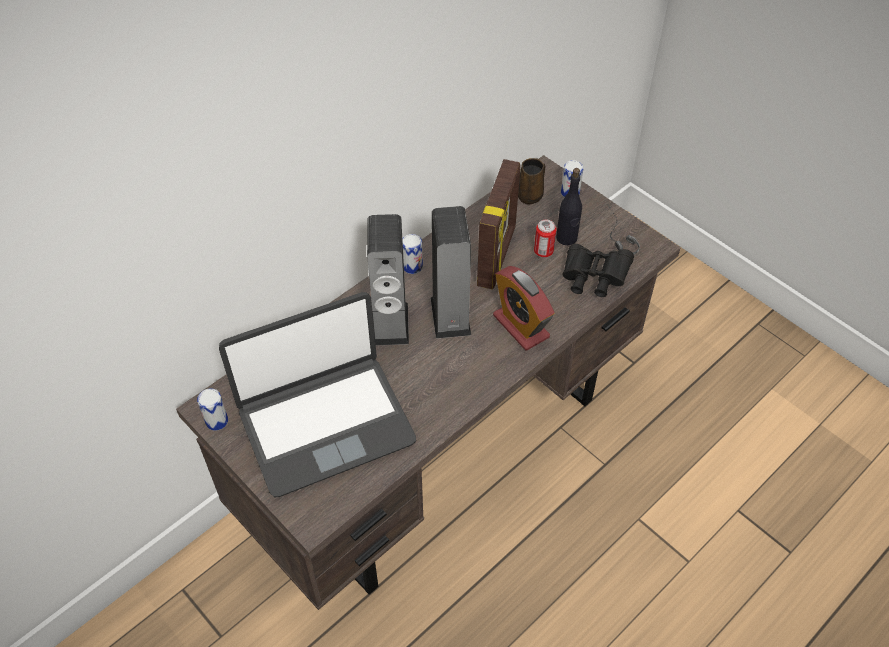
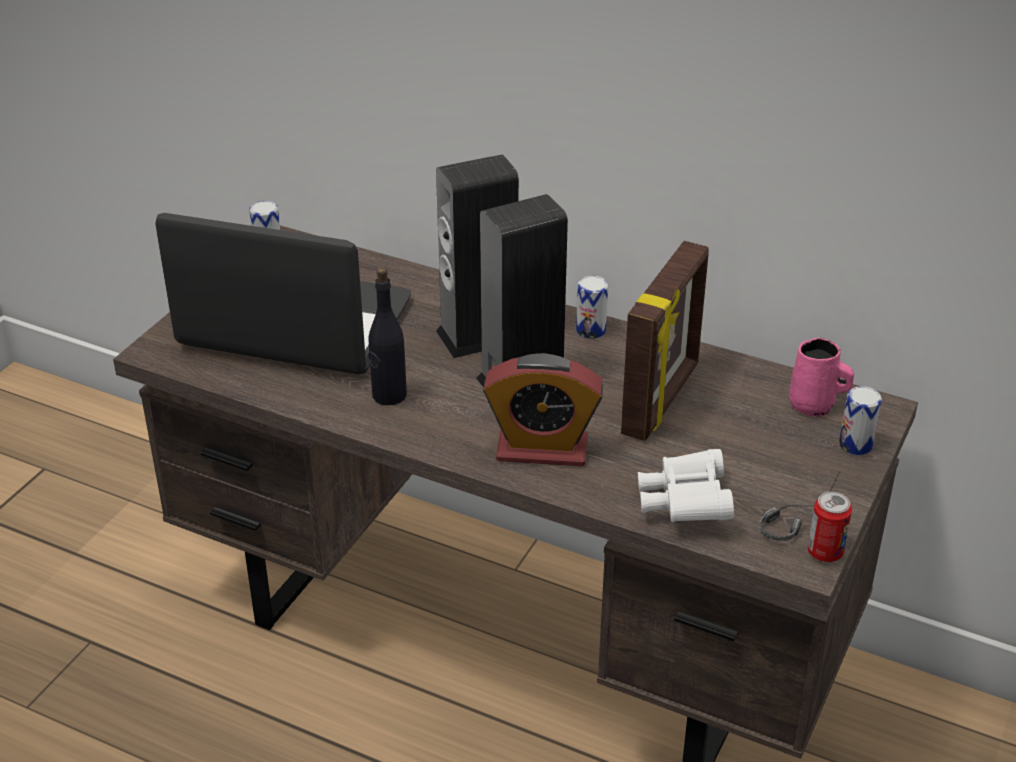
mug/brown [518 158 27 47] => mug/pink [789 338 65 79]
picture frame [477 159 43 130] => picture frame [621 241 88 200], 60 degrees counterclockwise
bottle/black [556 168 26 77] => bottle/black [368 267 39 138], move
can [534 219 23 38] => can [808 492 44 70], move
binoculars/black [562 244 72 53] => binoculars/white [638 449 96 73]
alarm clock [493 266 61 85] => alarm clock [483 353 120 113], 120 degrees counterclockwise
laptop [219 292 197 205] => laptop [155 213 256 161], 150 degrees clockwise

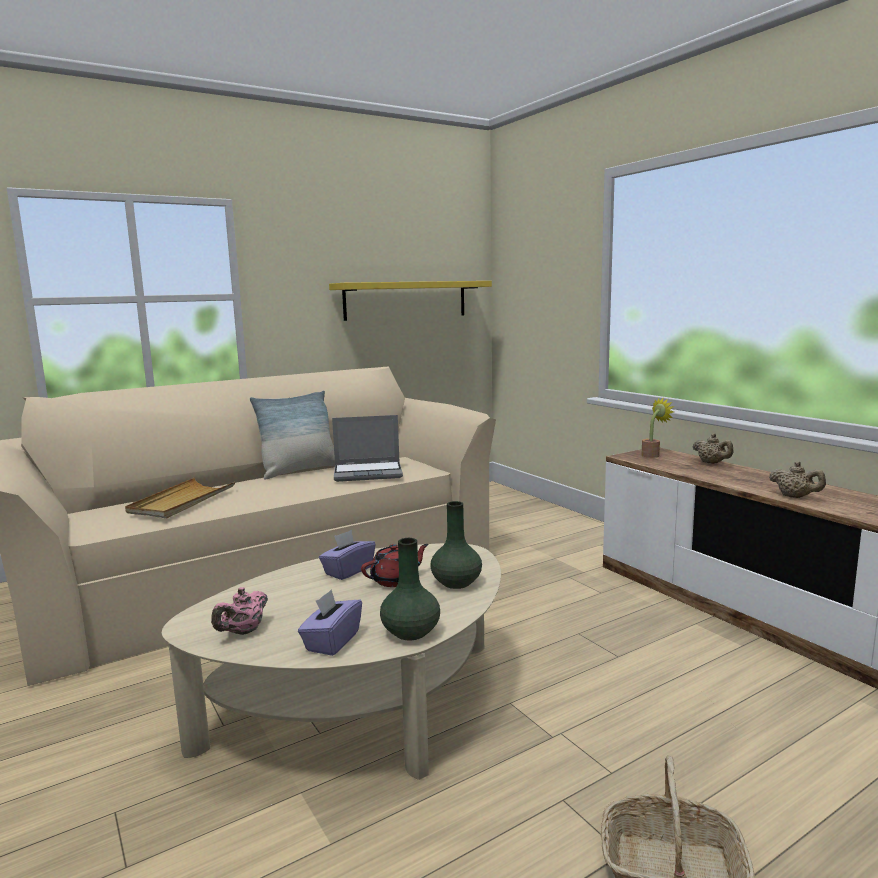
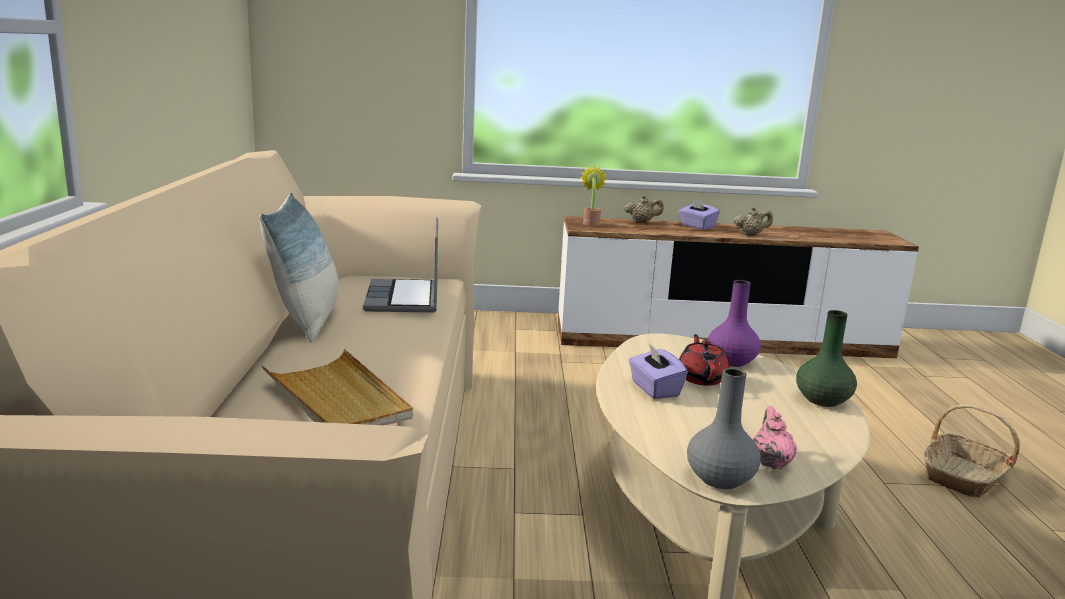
shelf/yellow [329 281 163 40] => nothing
laptop [332 415 71 67] => laptop [363 217 75 95], 150 degrees clockwise
vase/green [430 501 52 88] => vase/purple [708 280 53 87]
teapot/pink [211 587 57 48] => teapot/pink [753 406 44 63], 150 degrees counterclockwise
tissue box/purple [298 589 64 67] => tissue box/purple [679 198 41 32], move
nothing => vase/grey [687 368 74 121]

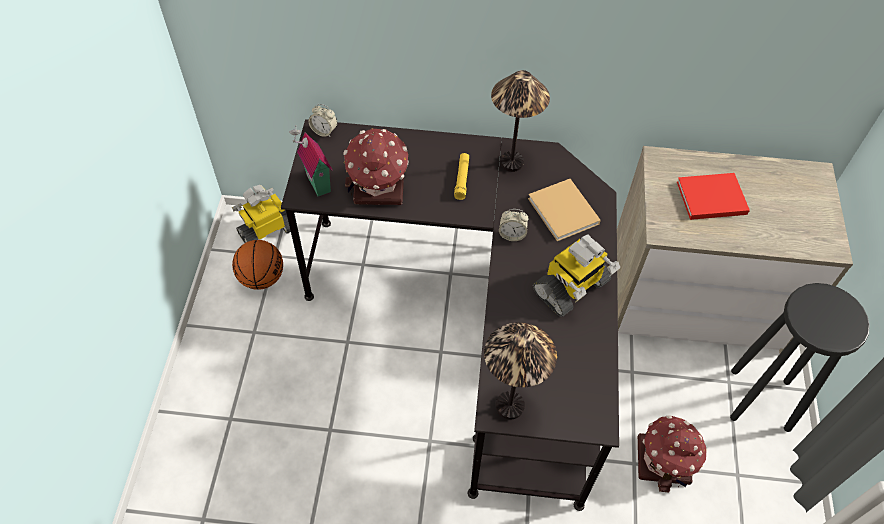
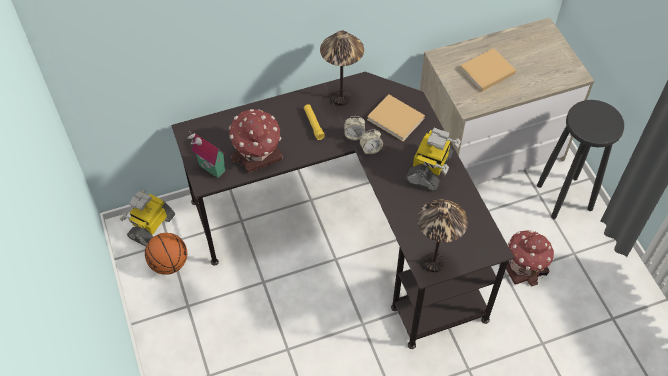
alarm clock [308 104 29 33] => alarm clock [344 116 22 24], move
book/red [677 173 73 47] => book/beige [460 48 56 44]

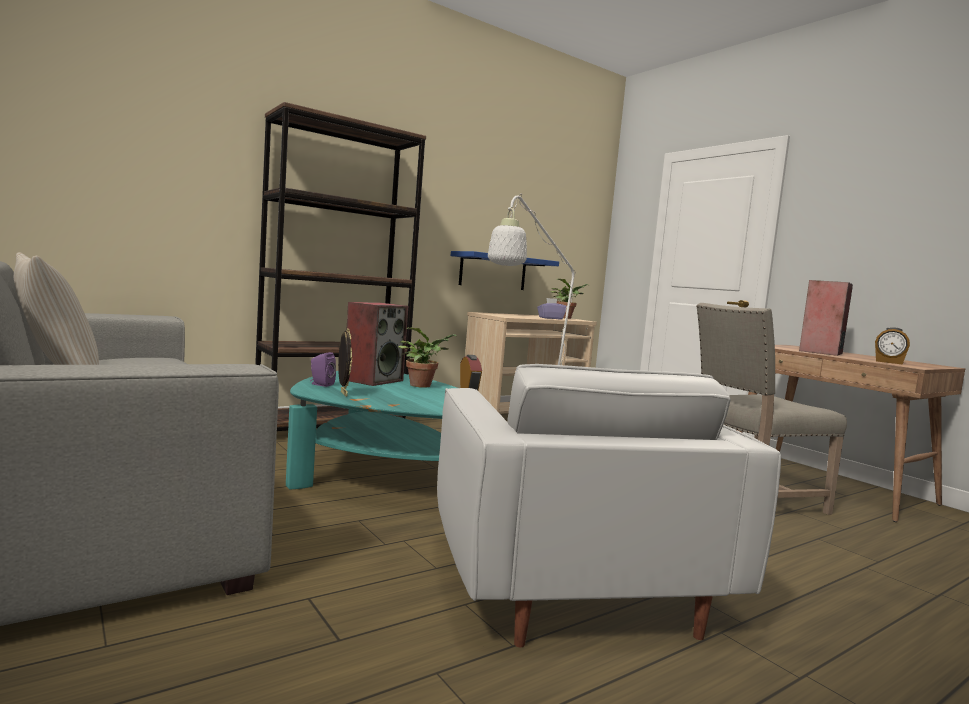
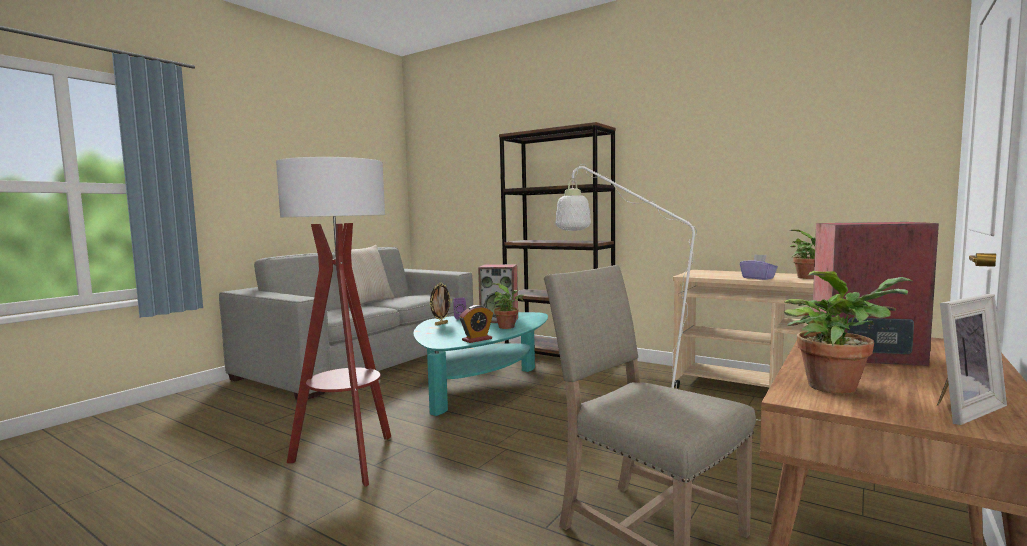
shelf/blue [451 251 108 39] => nothing
alarm clock [875 327 35 37] => potted plant [783 271 129 123]
armchair/white [437 364 344 283] => floor lamp [276 157 115 329]
nothing => picture frame [937 294 70 131]

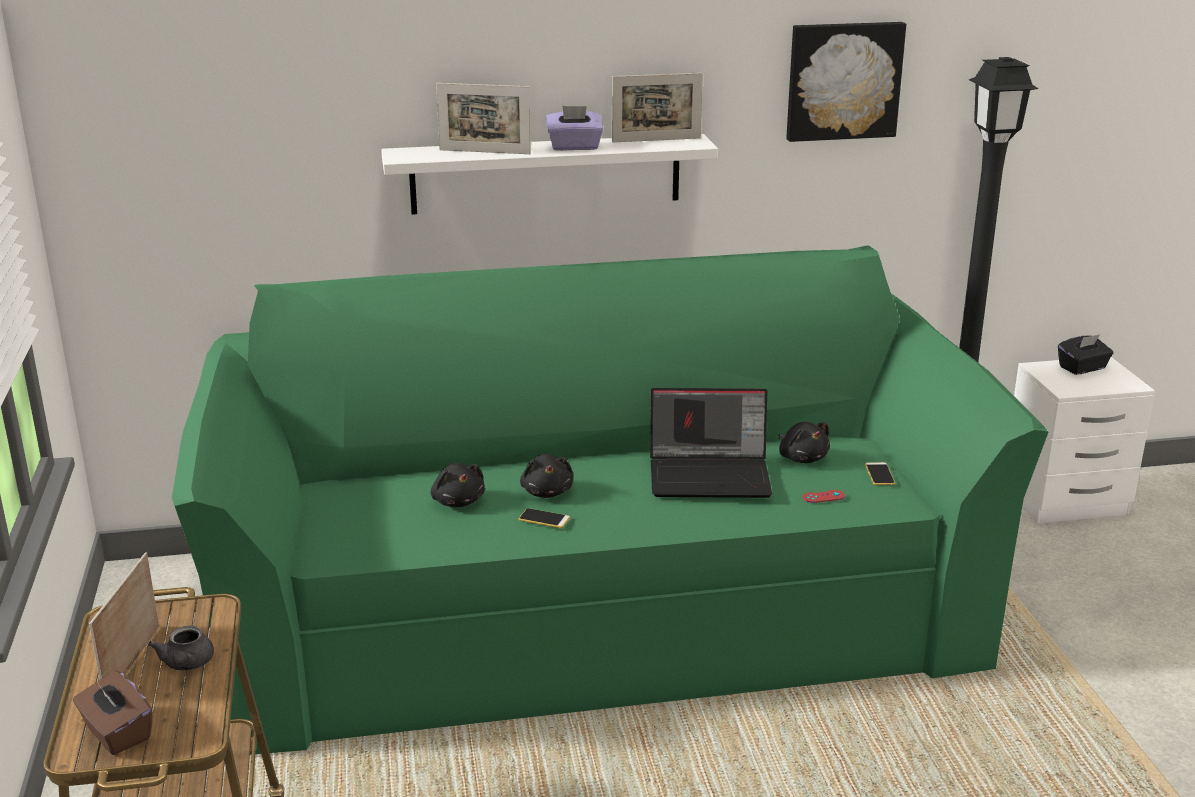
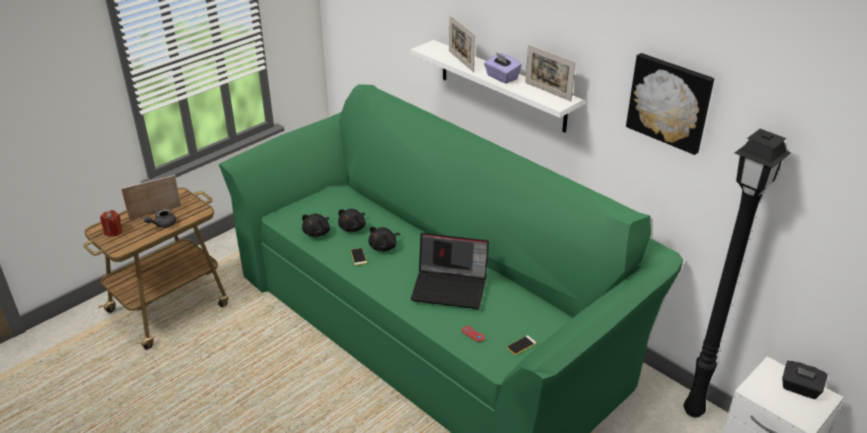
laptop [650 388 122 110] => laptop [411 233 78 76], 45 degrees counterclockwise
plush toy/black [778 422 52 41] => plush toy/black [302 214 28 23], move
tissue box/brown [73 671 79 84] => candle/red [100 210 22 27]

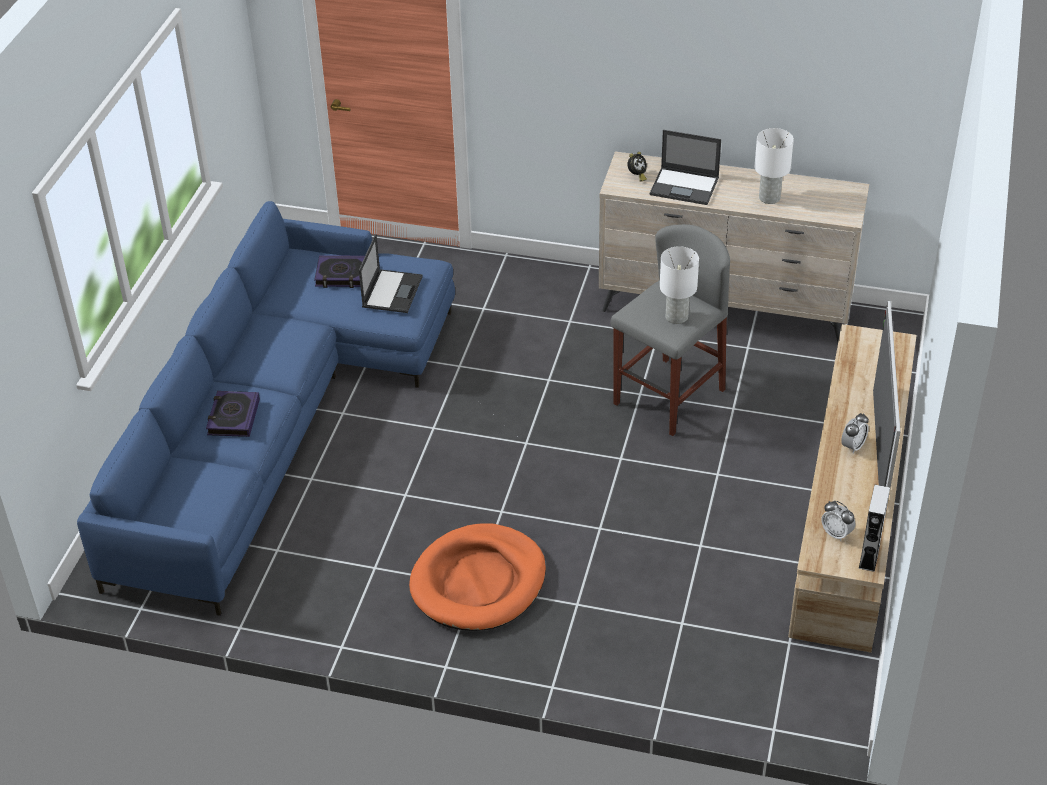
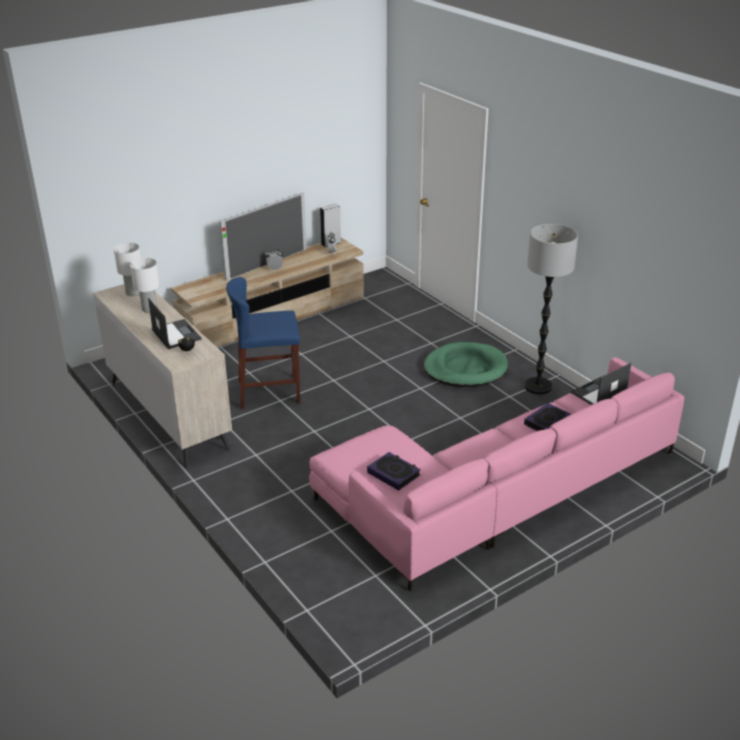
sofa/blue [77 201 378 415] => sofa/pink [309 357 375 234]
stool/grey [610 224 120 212] => stool/blue [226 277 74 132]
laptop [359 234 63 79] => laptop [571 363 60 42], move
table lamp/white [660 246 39 78] => table lamp/white [114 243 27 53], move
dog bed/orange [409 523 137 108] => dog bed/green [424 342 84 45]
nothing => floor lamp [525 224 53 171]

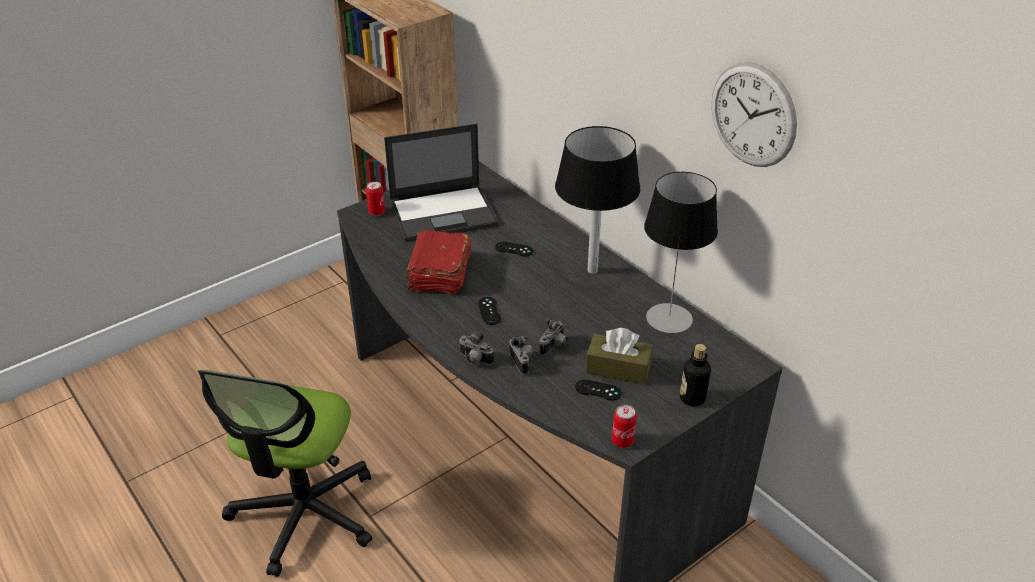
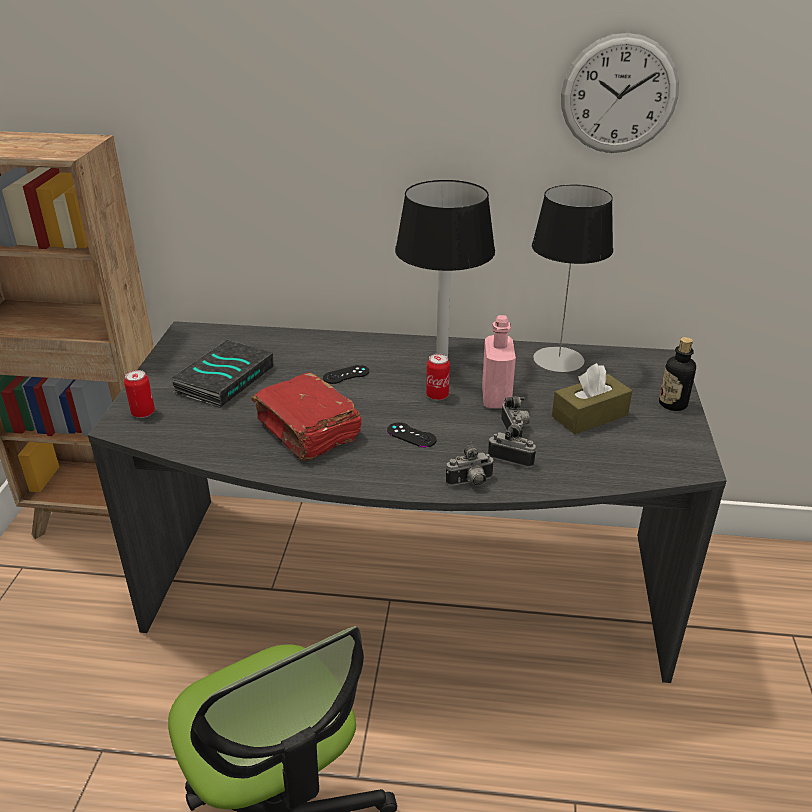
laptop [384 123 115 119] => book [170 339 104 69]
game controller/black [575 379 47 22] => nothing
can [612 405 25 43] => can [426 354 24 46], move
nothing => bottle/pink [482 315 34 94]

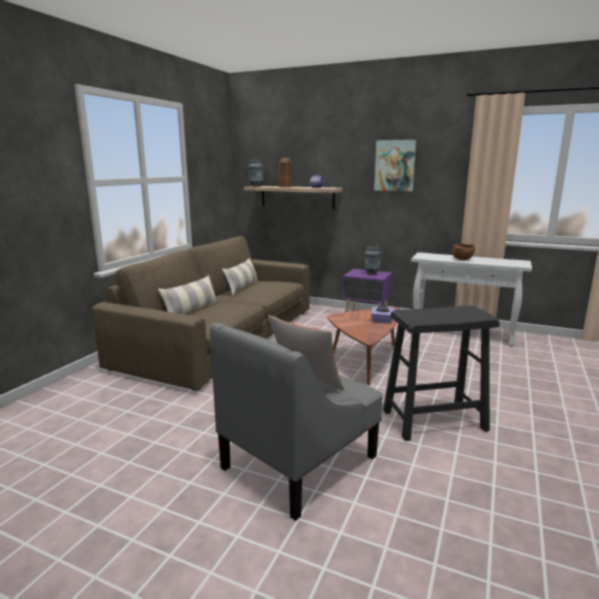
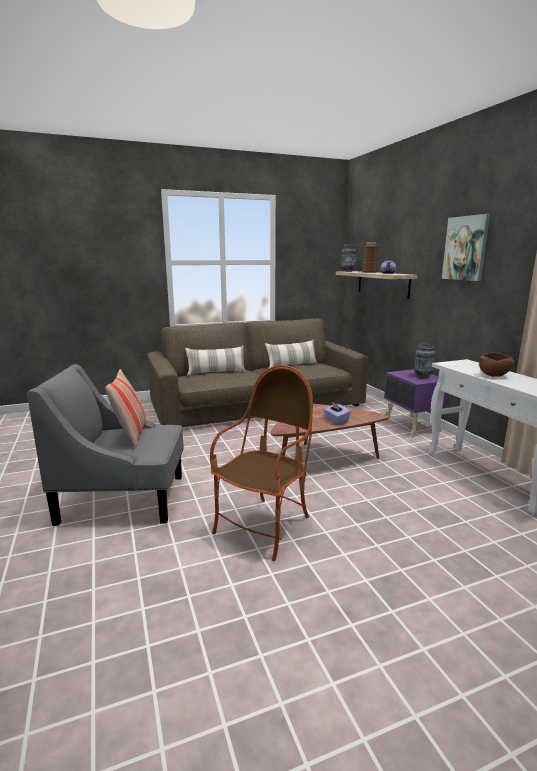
stool/black [383 305 117 136] => armchair [210 365 103 196]

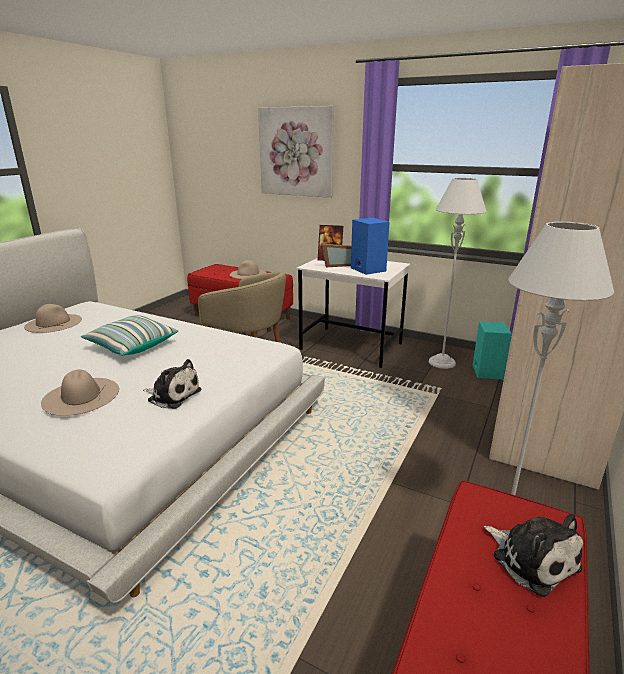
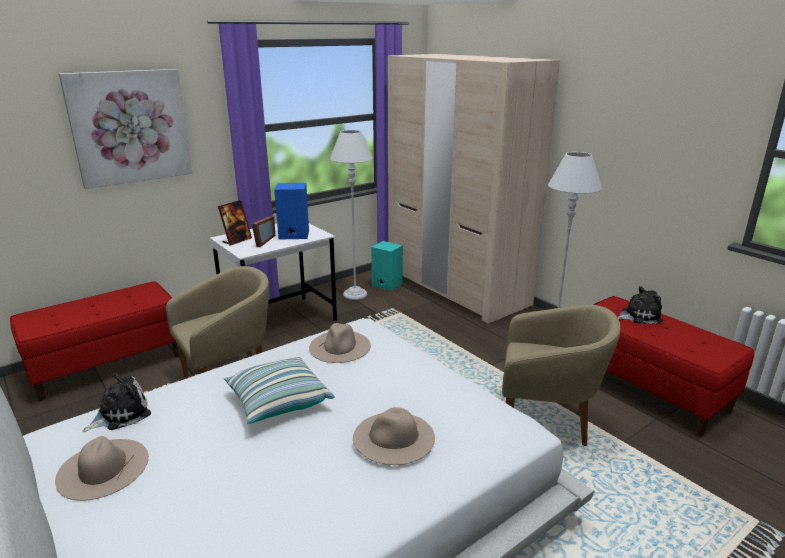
hat/beige [230 260 37 19] => hat/beige [309 323 62 40], move
plush toy [143 359 58 50] => plush toy [82 373 69 59], move
nothing => armchair/beige [502 305 118 141]

